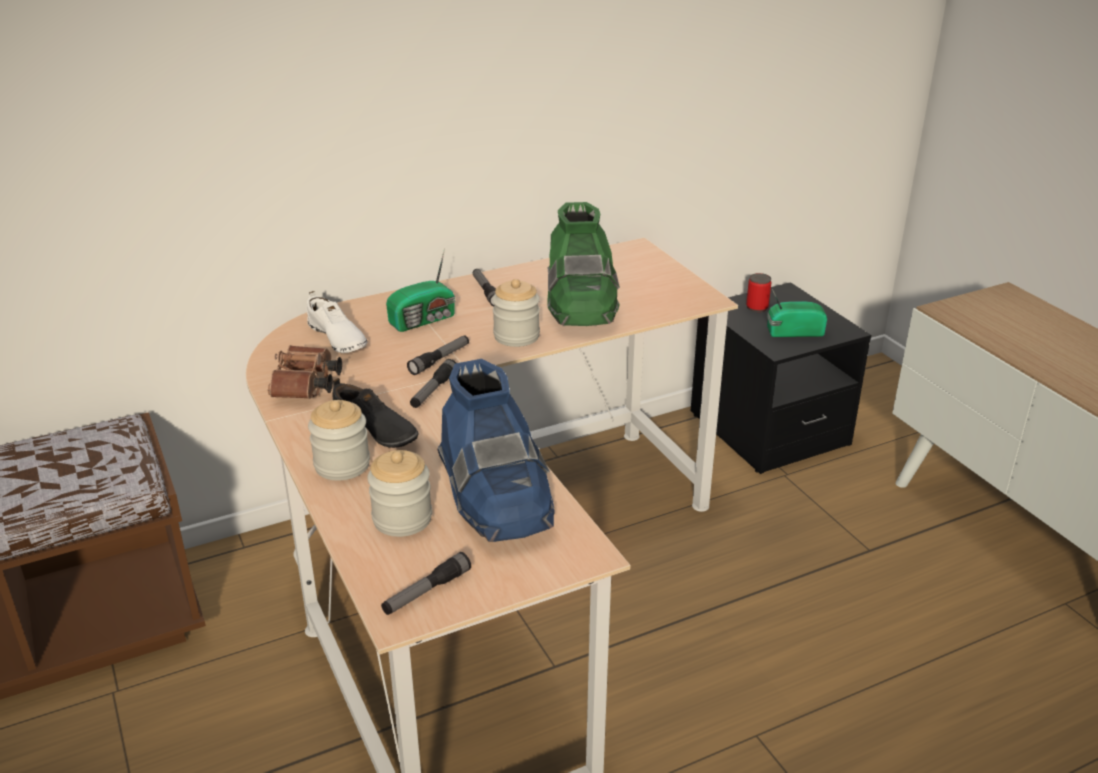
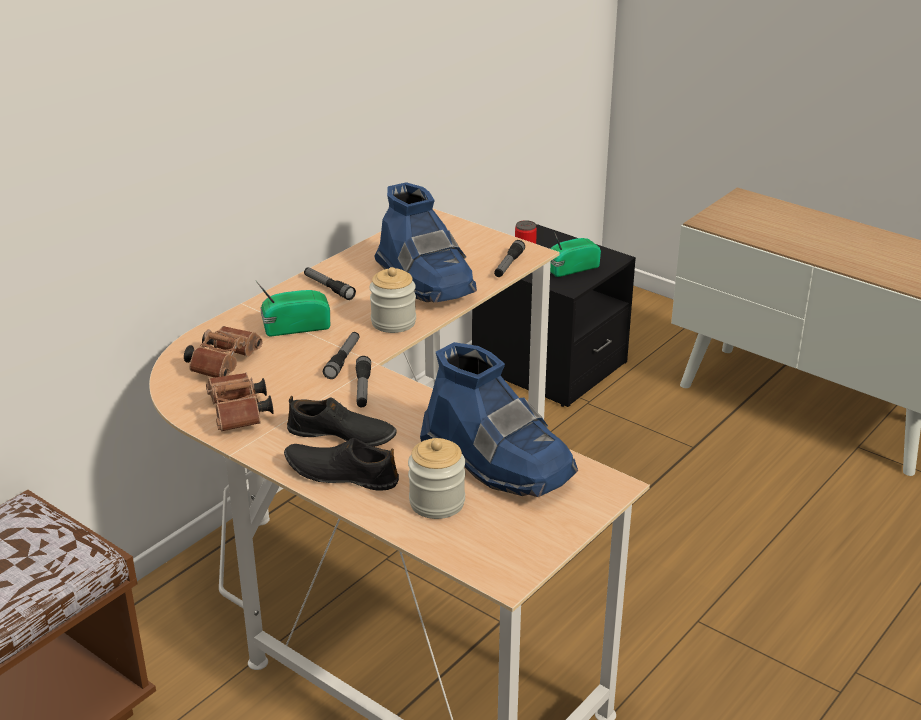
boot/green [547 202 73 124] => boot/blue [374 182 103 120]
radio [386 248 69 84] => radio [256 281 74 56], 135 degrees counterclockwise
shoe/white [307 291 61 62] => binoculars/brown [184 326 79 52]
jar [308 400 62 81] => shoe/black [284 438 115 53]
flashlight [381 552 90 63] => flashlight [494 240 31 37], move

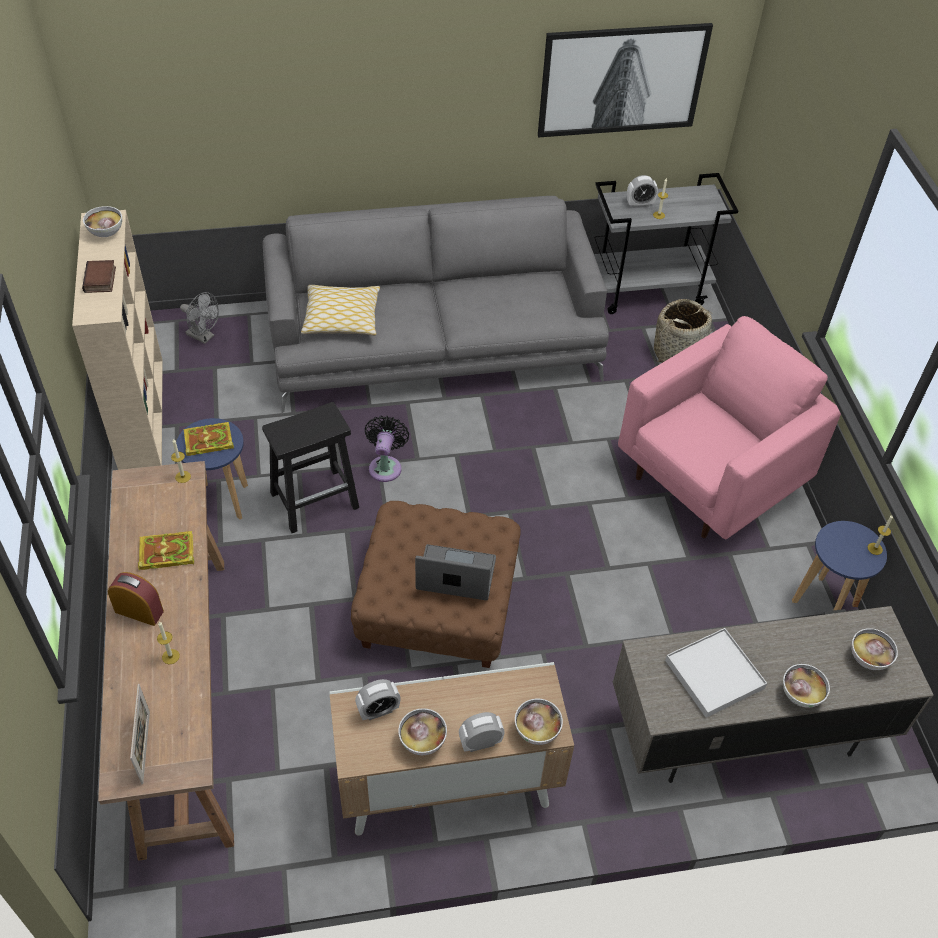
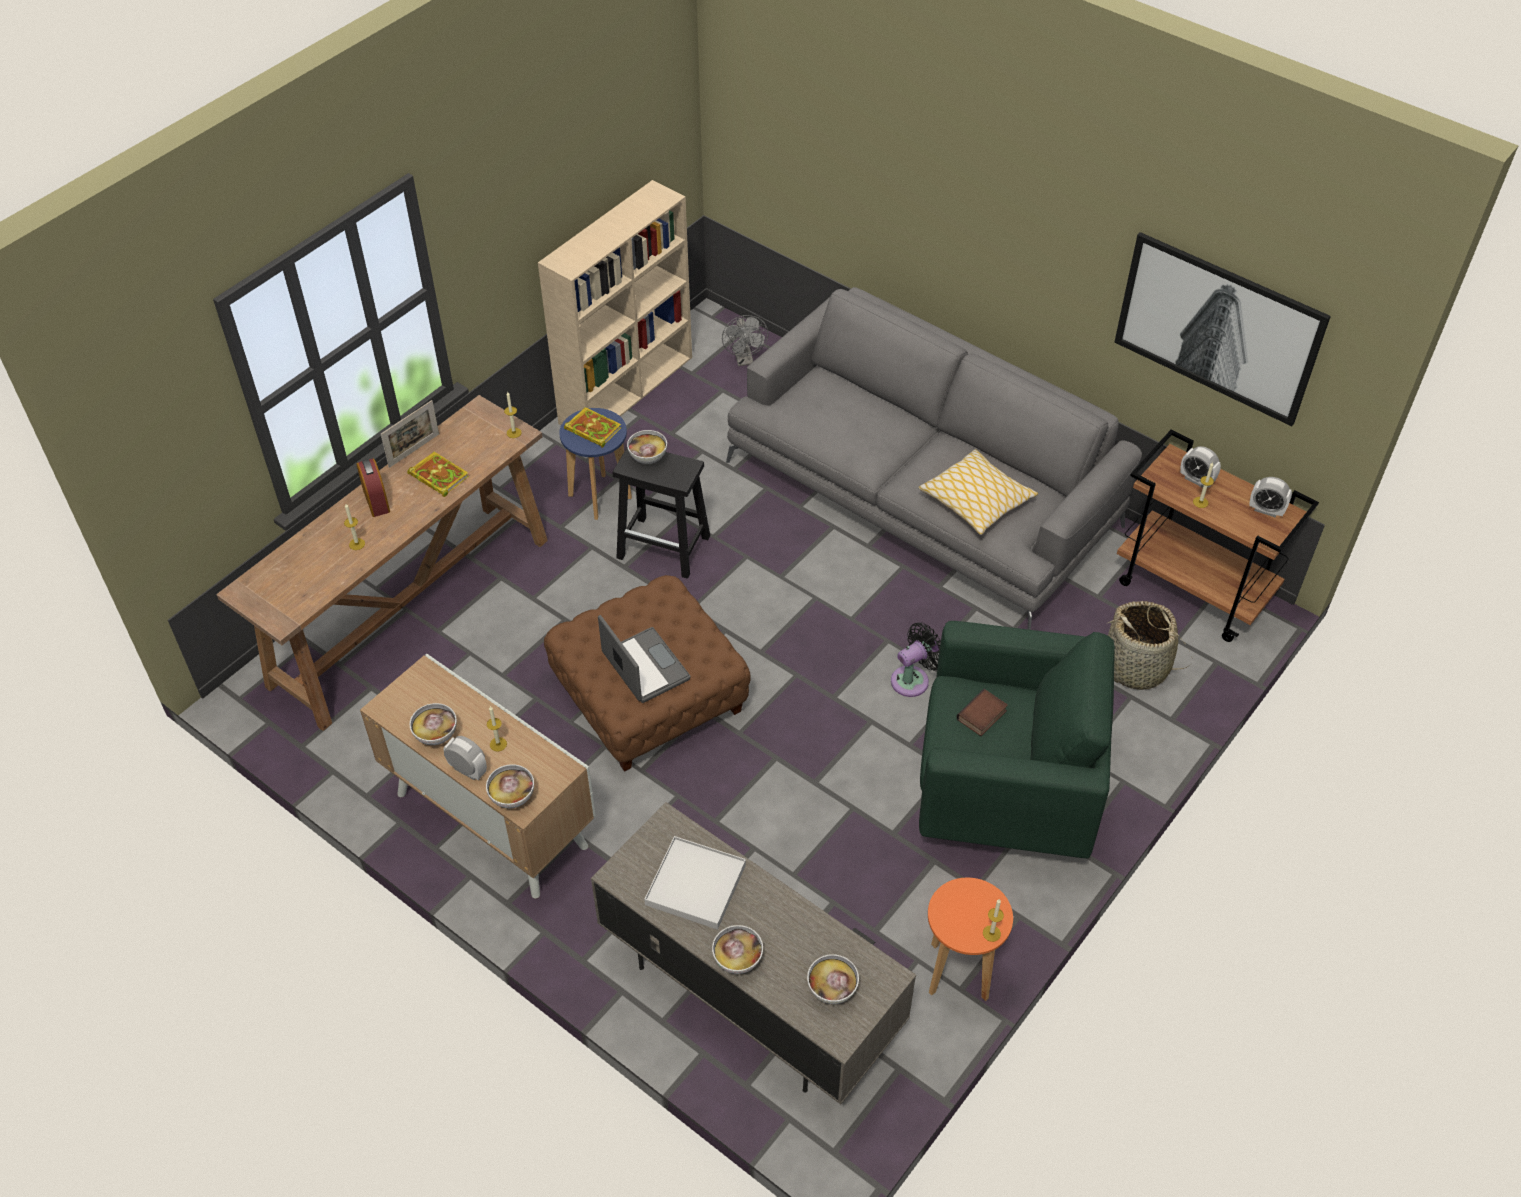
cart/grey [594 173 144 141] => cart/brown [1117 430 202 212]
bowl [83 206 39 31] => bowl [627 430 40 34], move
book [82 260 34 33] => book [957 689 51 47], move
pillow [301 285 79 51] => pillow [918 449 120 86], move
armchair/pink [618 316 223 223] => armchair/green [919 621 196 237]
fan/black [365 416 44 66] => fan/black [891 623 50 74], move
stool/blue [792 521 95 90] => stool/orange [928 878 85 123]
alarm clock [355 679 46 41] => alarm clock [1249 477 43 41], move
picture frame [130 684 20 100] => picture frame [381 400 58 68], move
nothing => candle [487 706 20 46]

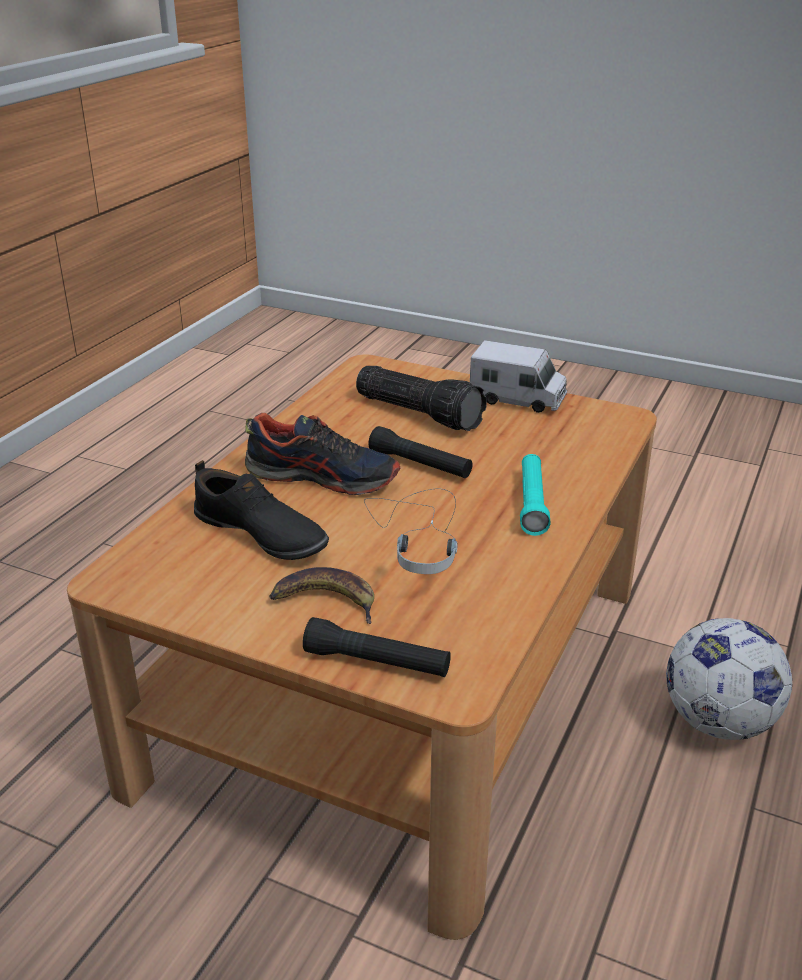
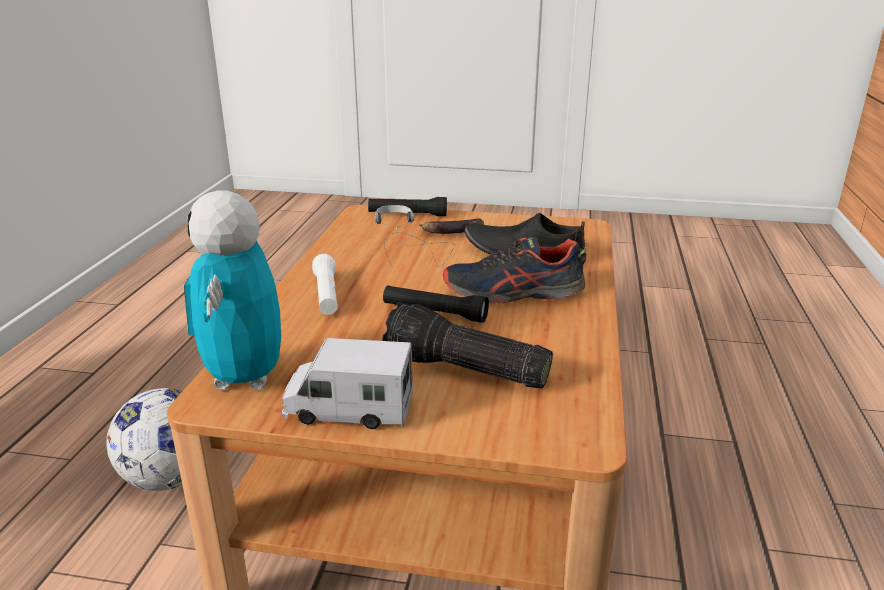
flashlight/turquoise [520 454 30 82] => flashlight/white [312 254 26 61]
nothing => toy robot [184 190 97 200]

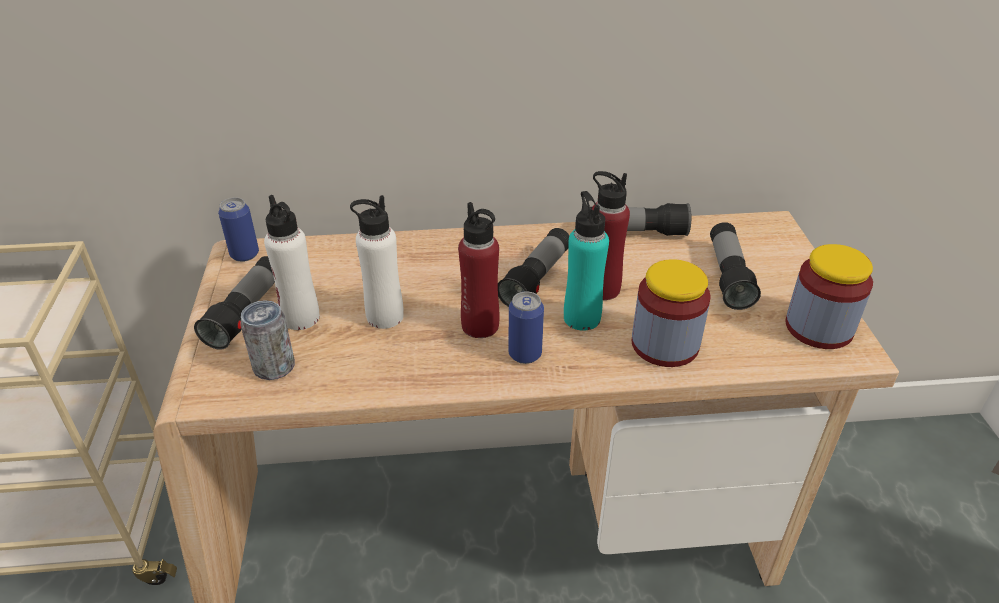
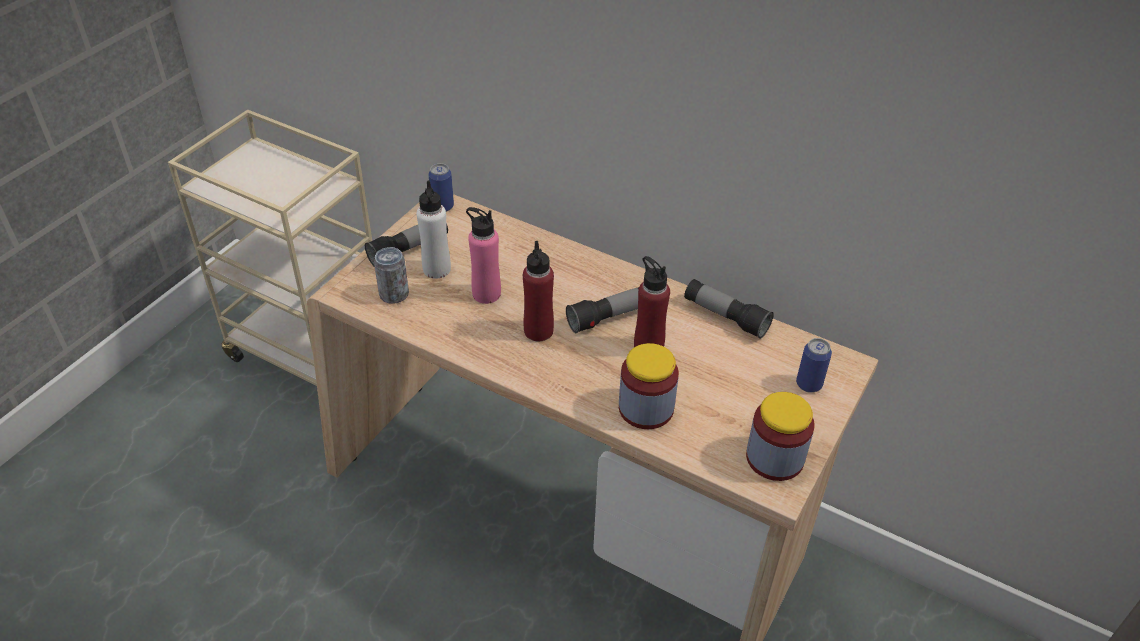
bottle/turquoise [564 191 45 140] => nothing
bottle/white [350 195 54 134] => bottle/pink [466 207 35 97]
flashlight [710 222 51 88] => nothing
can [508 291 36 73] => can [796 338 36 55], move

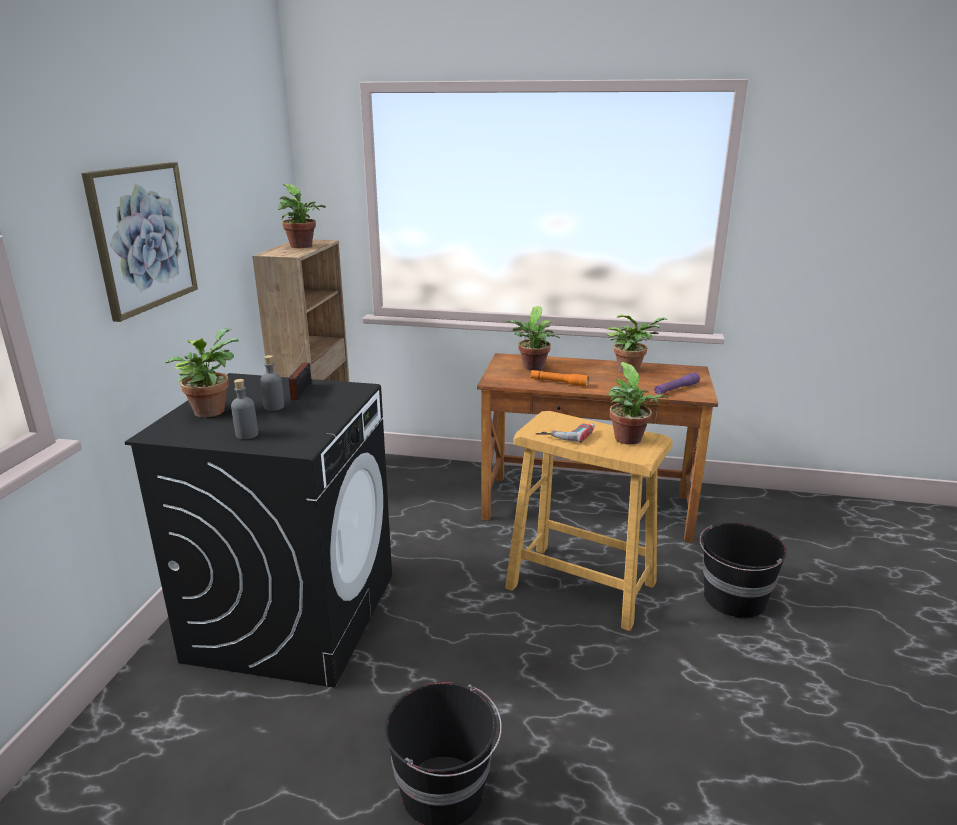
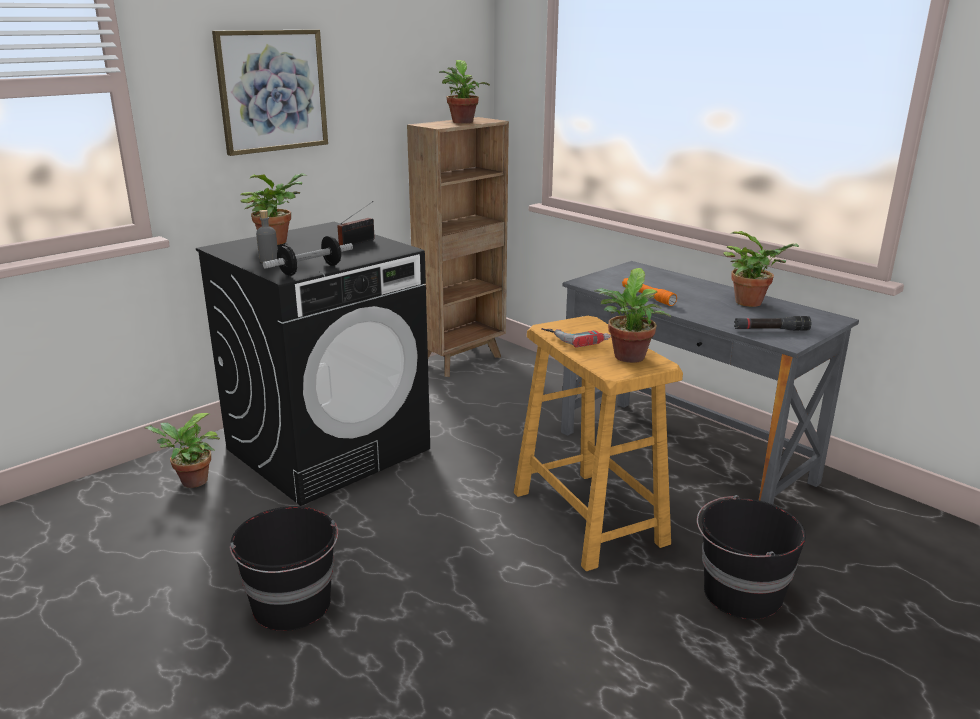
potted plant [508 306 52 65] => potted plant [145 413 75 75], move
desk/brown [477 353 241 190] => desk/grey [561 261 298 243]
bottle/grey [260 355 24 56] => nothing
flashlight/purple [654 372 46 22] => flashlight/black [734 316 78 15]
nothing => dumbbell [263 236 90 40]

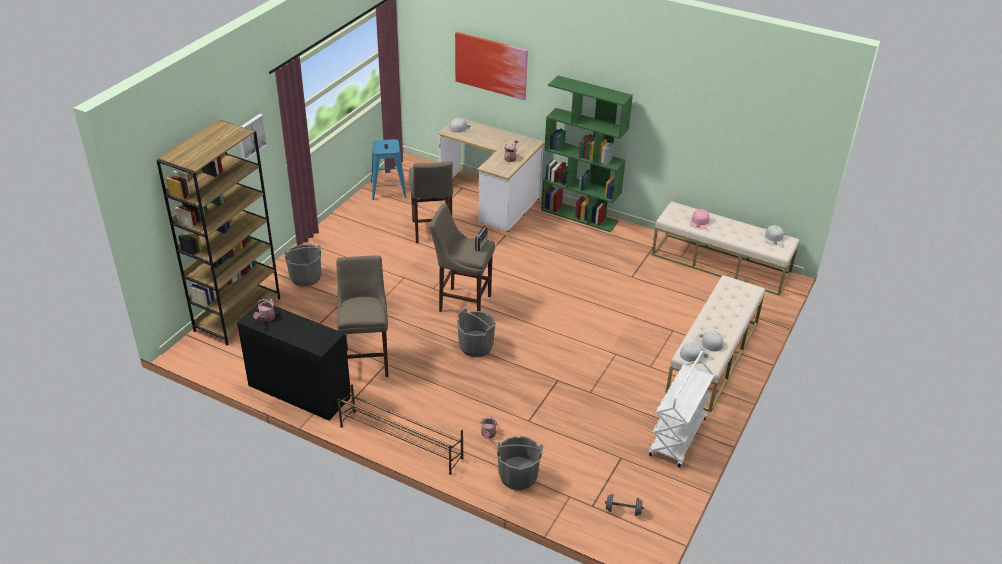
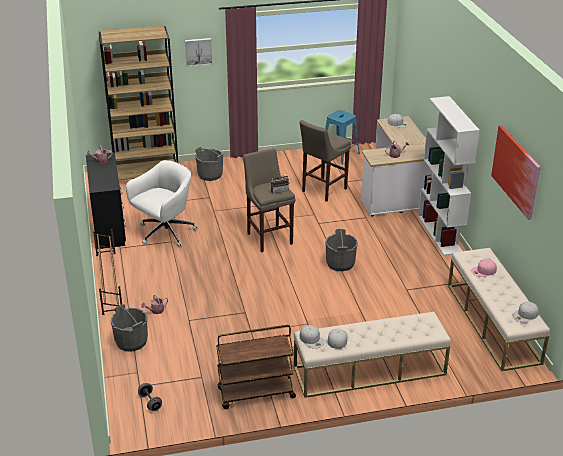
picture [455 32 73 68] => picture [491 125 50 95], move
bookcase/green [541 76 92 156] => bookcase/white [418 96 61 160]
stool/beige [336 255 53 122] => office chair/white [126 160 72 87]
bucket/grey [457 309 39 48] => bucket/grey [325 229 33 42], move
cart/white [649 351 66 116] => cart/brown [216 325 80 84]

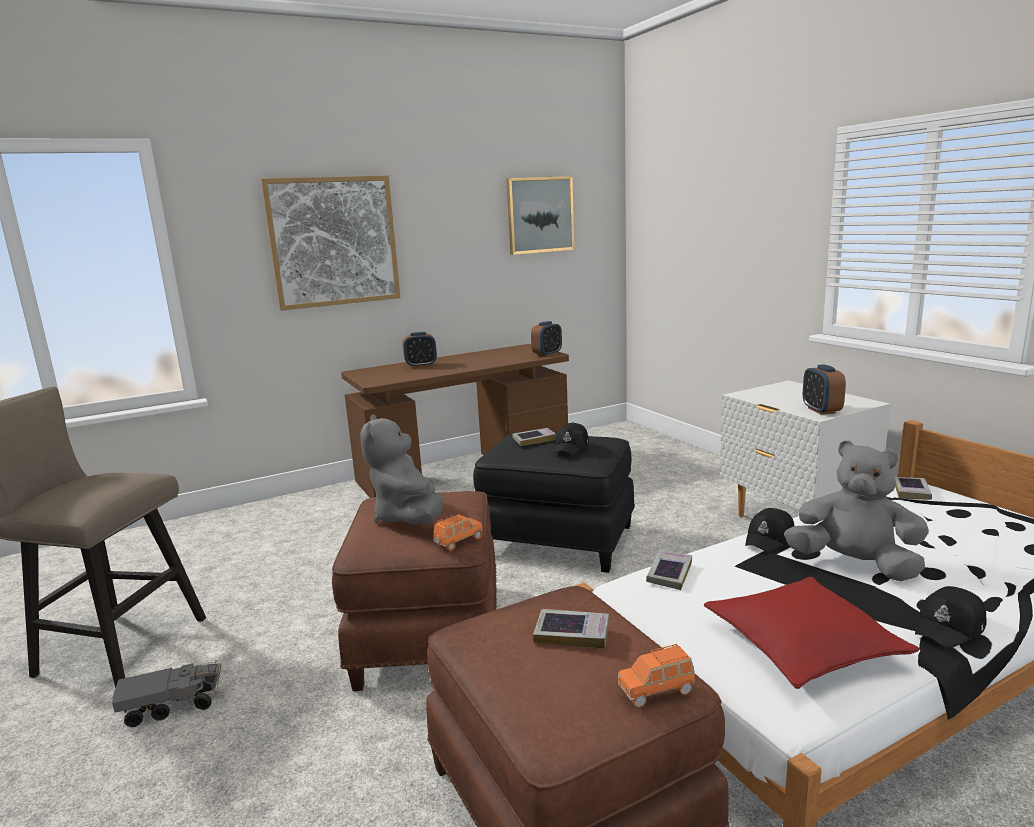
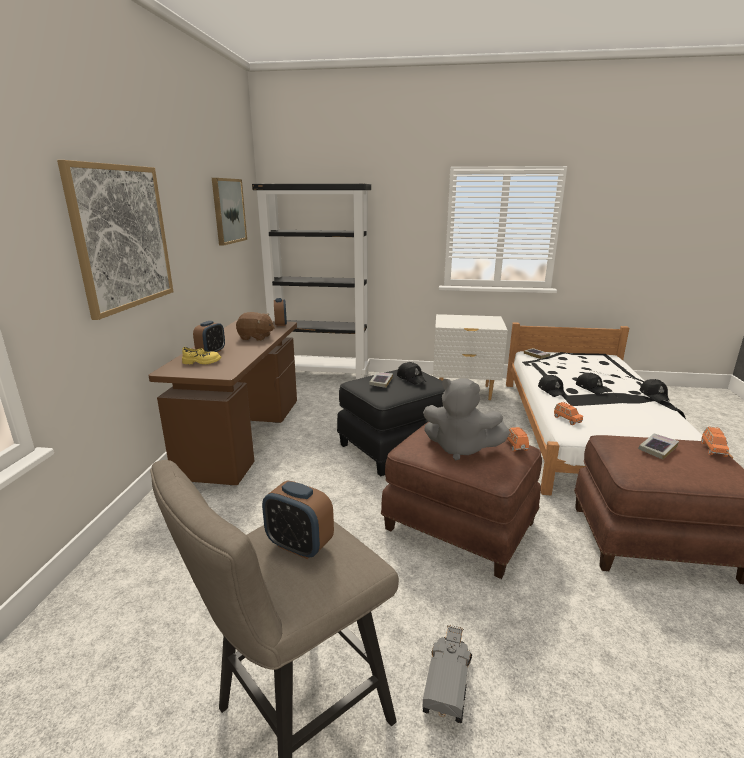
alarm clock [803 364 43 51] => alarm clock [262 480 72 79], move
plush toy/grey [784 440 145 141] => cap/black [576 373 32 22]
book [646 551 46 39] => toy car/orange [554 402 29 23]
pillow/red [704 577 216 112] => nothing
nothing => bookcase/black [252 184 119 195]
nothing => plush toy/brown [236 312 39 29]
nothing => shoe/yellow [182 347 39 17]

